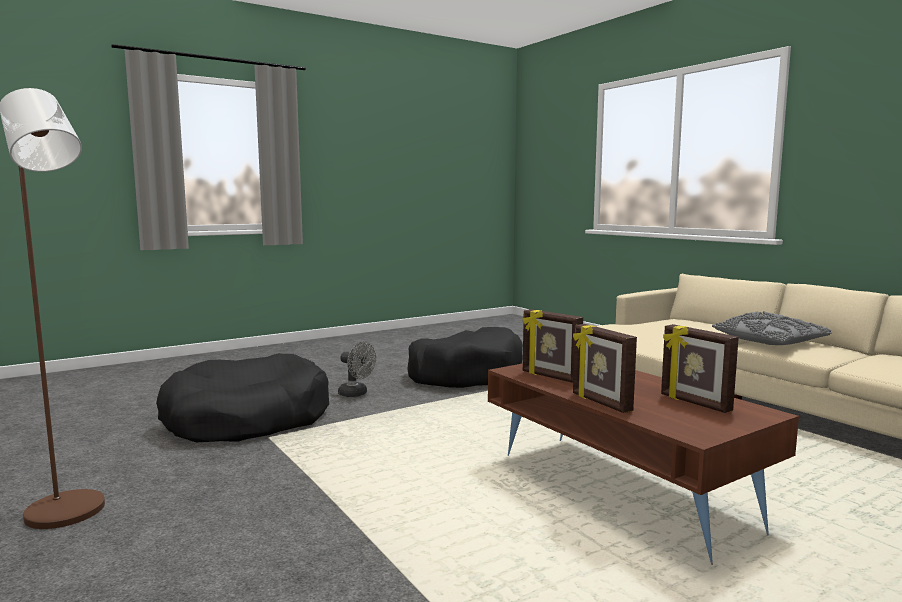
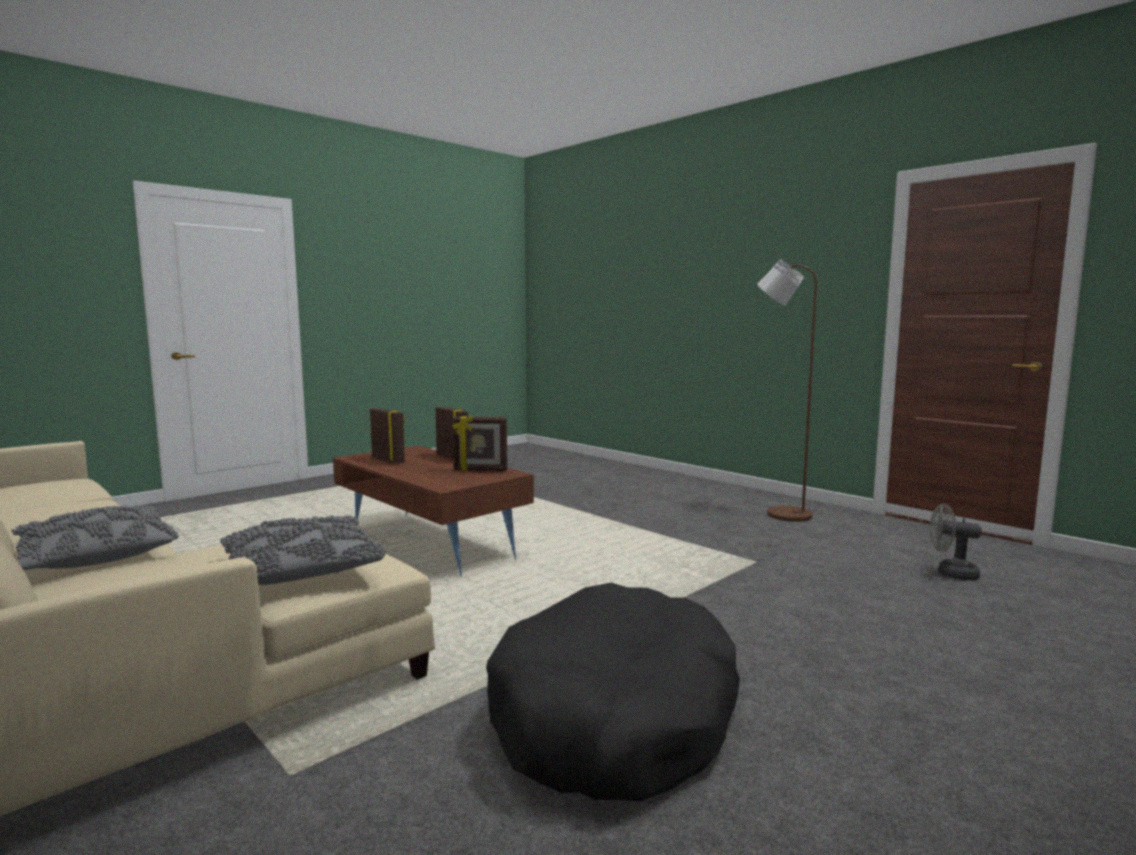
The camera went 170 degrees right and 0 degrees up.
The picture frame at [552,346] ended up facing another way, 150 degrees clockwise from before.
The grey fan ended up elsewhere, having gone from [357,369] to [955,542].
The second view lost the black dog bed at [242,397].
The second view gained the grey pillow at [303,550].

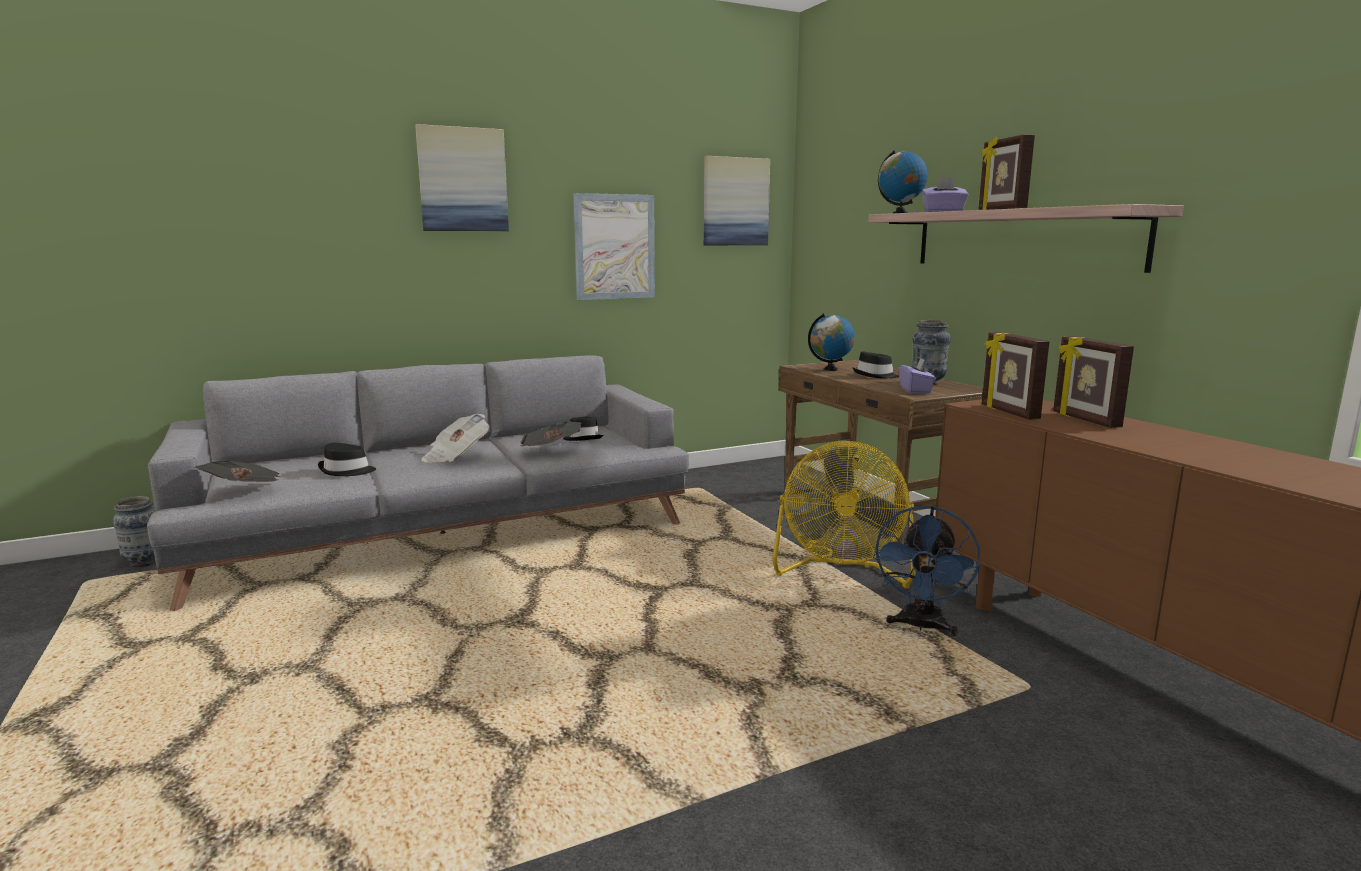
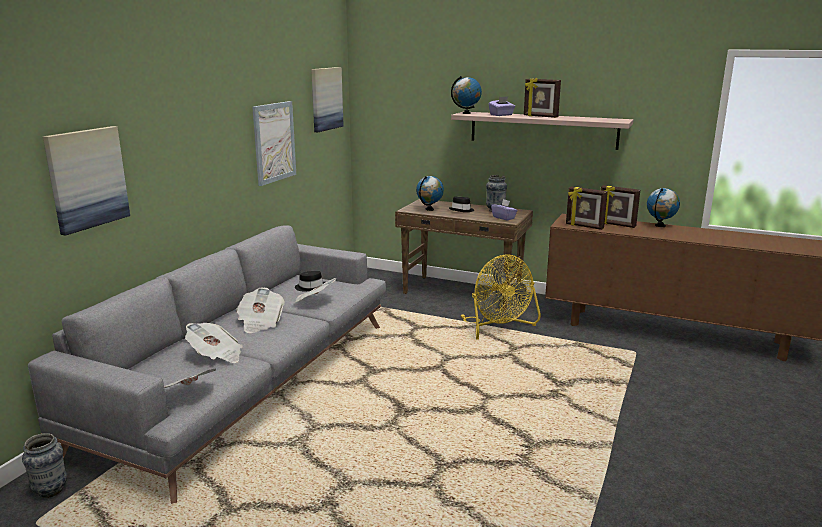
The camera went 40 degrees left and 5 degrees up.
The picture ended up elsewhere, having gone from [462,177] to [86,181].
Where the black hat stood at [347,459], the newspaper came to stand at [214,343].
The second view lost the blue fan at [926,570].
The second view gained the globe at [663,207].

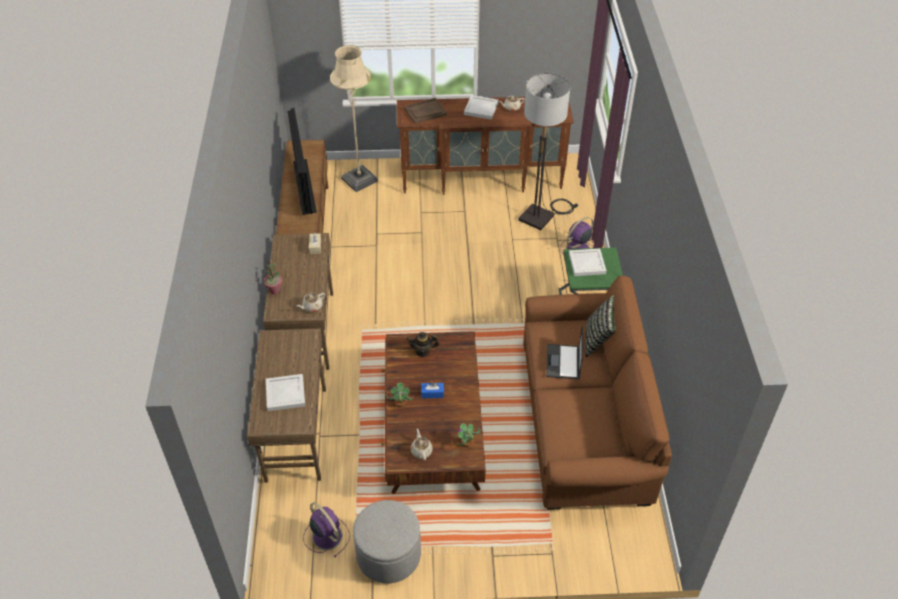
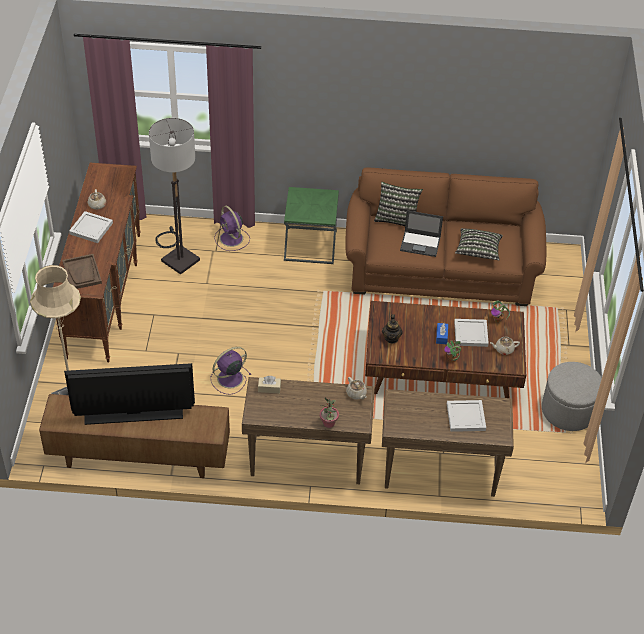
The camera went 85 degrees left and 0 degrees up.
The white tray ended up elsewhere, having gone from [587,262] to [471,333].
The purple fan ended up elsewhere, having gone from [326,529] to [231,371].
The second view gained the pillow at [479,244].

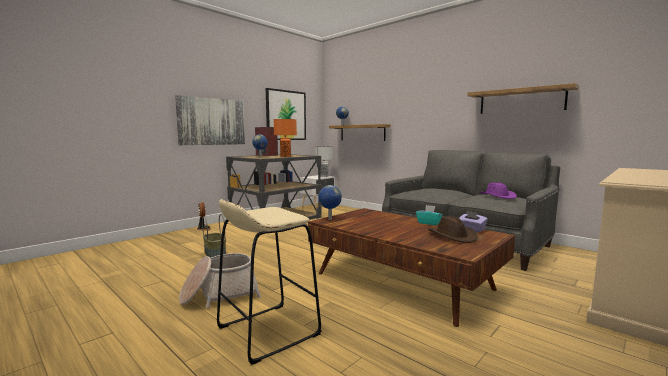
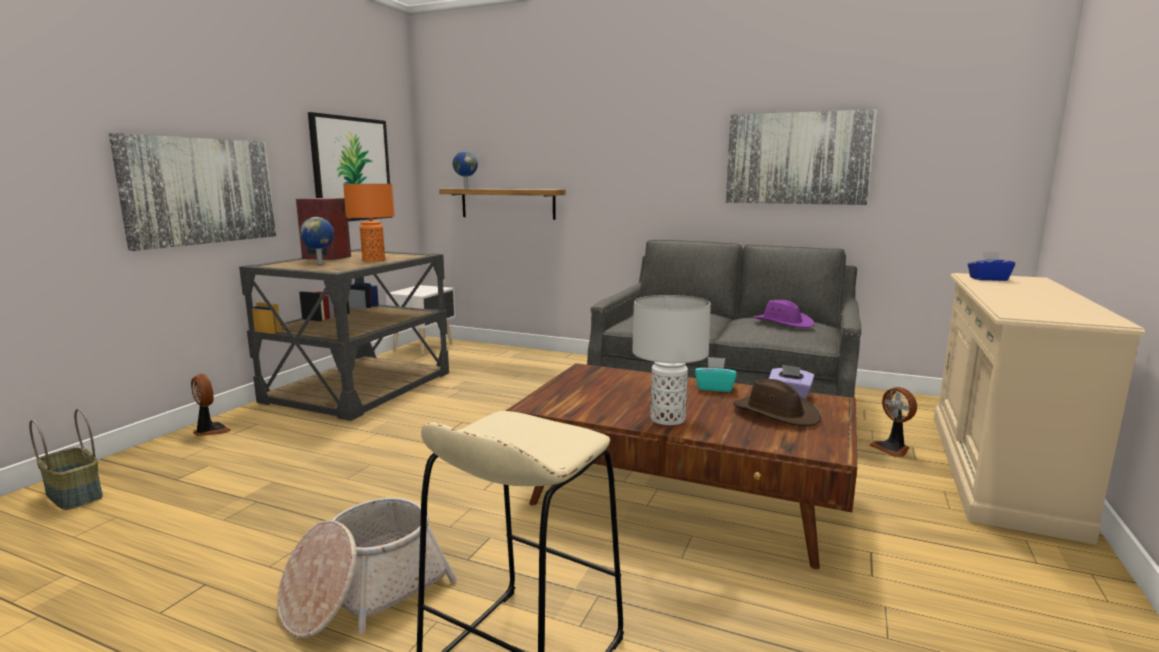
The camera went 20 degrees left and 5 degrees up.
Where the shelf hung at [523,98], the picture came to hang at [801,157].
The white table lamp ended up elsewhere, having gone from [324,161] to [671,360].
The second view lost the globe at [330,202].
The basket ended up elsewhere, having gone from [214,236] to [66,459].
The second view gained the blue tissue box at [991,266].
The second view gained the fan at [893,422].

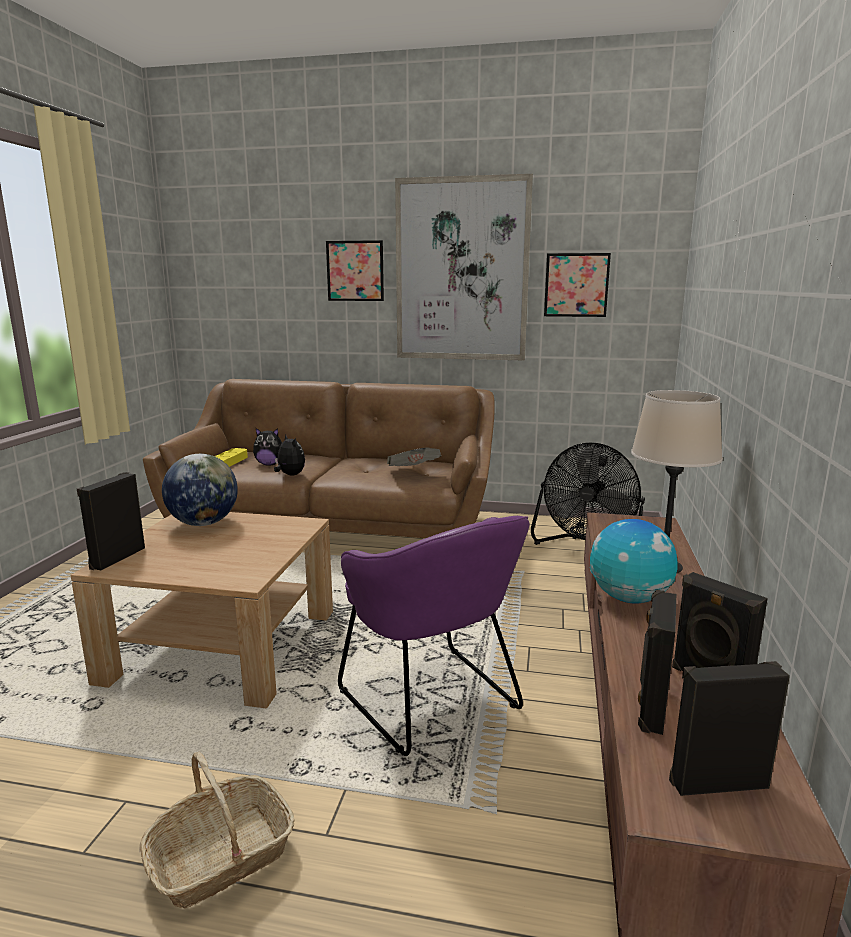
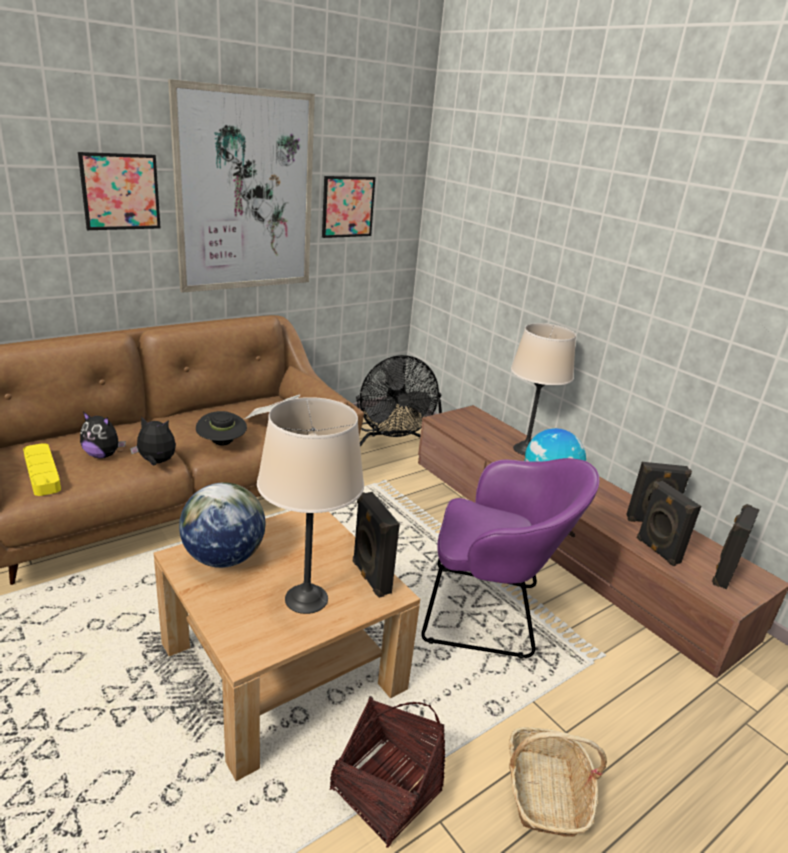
The camera went 50 degrees left and 10 degrees up.
The plush toy at [267,447] ended up facing another way, 60 degrees clockwise from before.
The black speaker ended up elsewhere, having gone from [111,521] to [376,545].
The second view gained the beige table lamp at [310,505].
The second view gained the black hat at [221,428].
The second view gained the basket at [387,772].

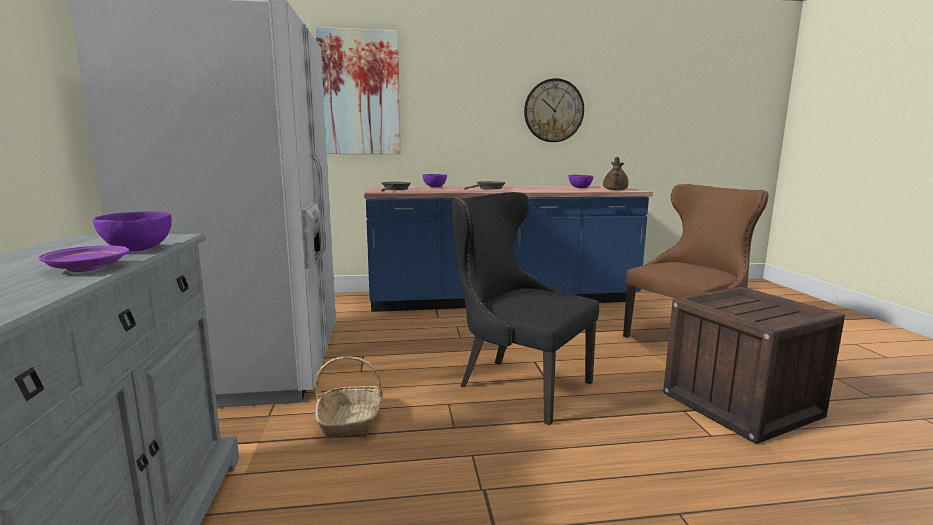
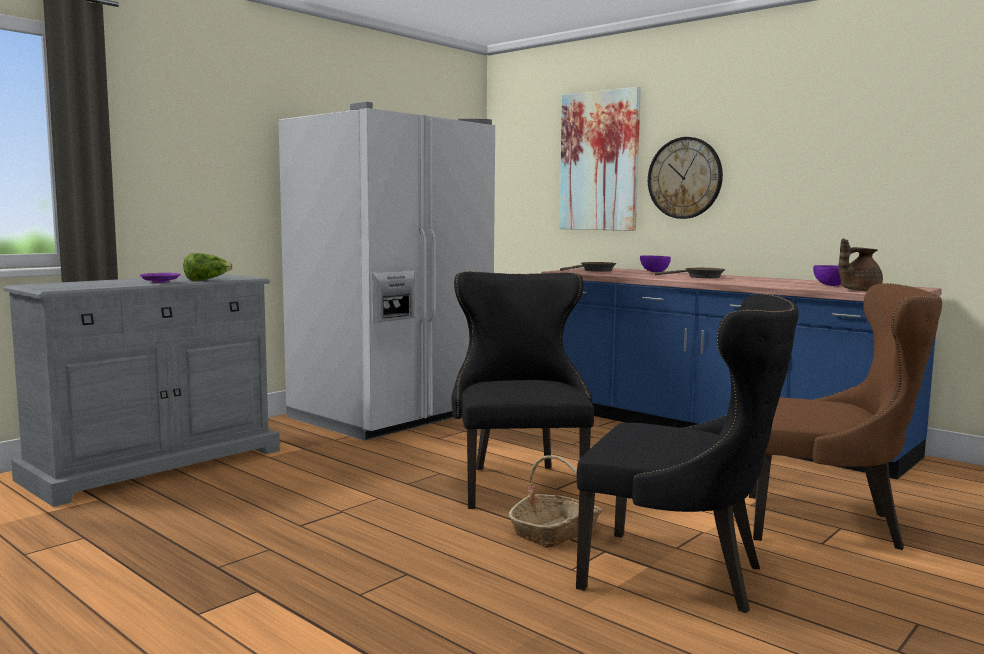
The camera went 50 degrees right and 5 degrees down.
The wall clock ended up elsewhere, having gone from [554,110] to [685,178].
Where the purple bowl stood at [132,231], the lettuce came to stand at [208,267].
Where the crate stood at [754,365], the black chair came to stand at [687,453].
The basket ended up elsewhere, having gone from [349,397] to [556,501].

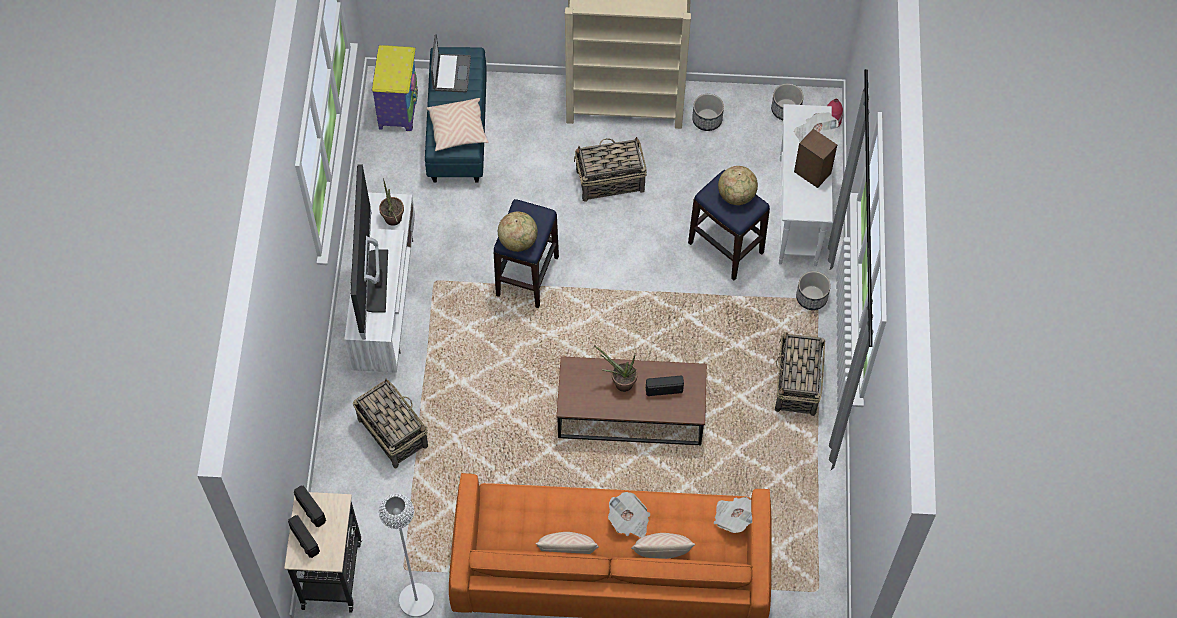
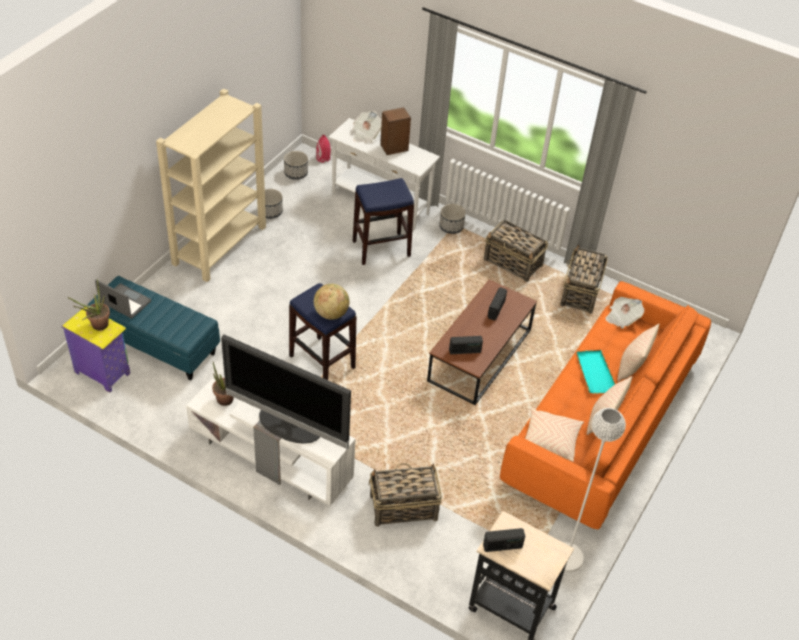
The camera went 65 degrees left and 15 degrees down.
The beige pillow ended up elsewhere, having gone from [457,124] to [554,435].
The basket ended up elsewhere, having gone from [610,169] to [584,279].
The second view lost the globe at [738,185].
The potted plant ended up elsewhere, having gone from [616,369] to [89,305].
Where the newspaper stood at [629,515], the turquoise tray came to stand at [595,372].
The radio ended up elsewhere, having gone from [304,536] to [466,345].

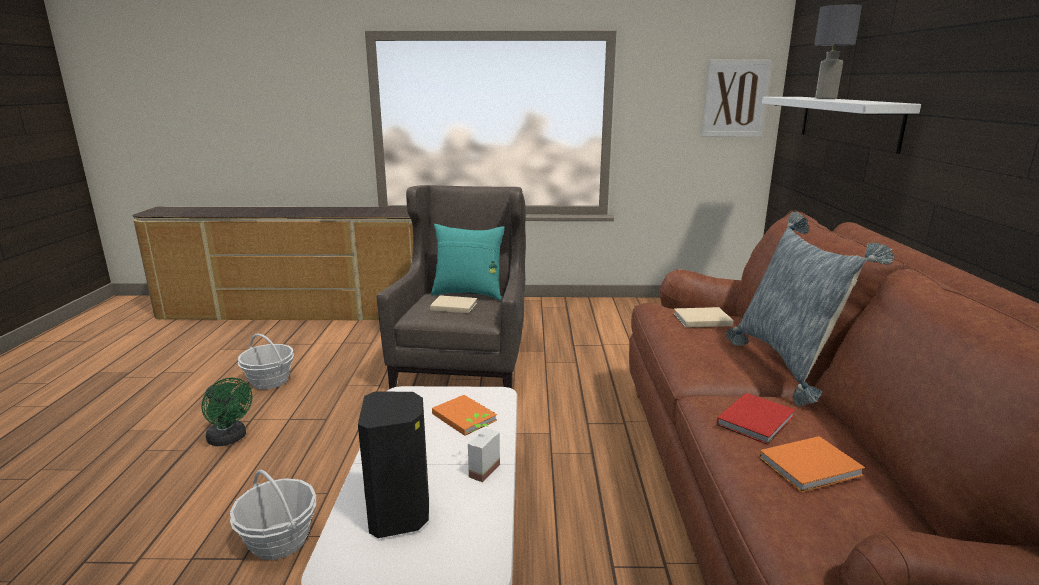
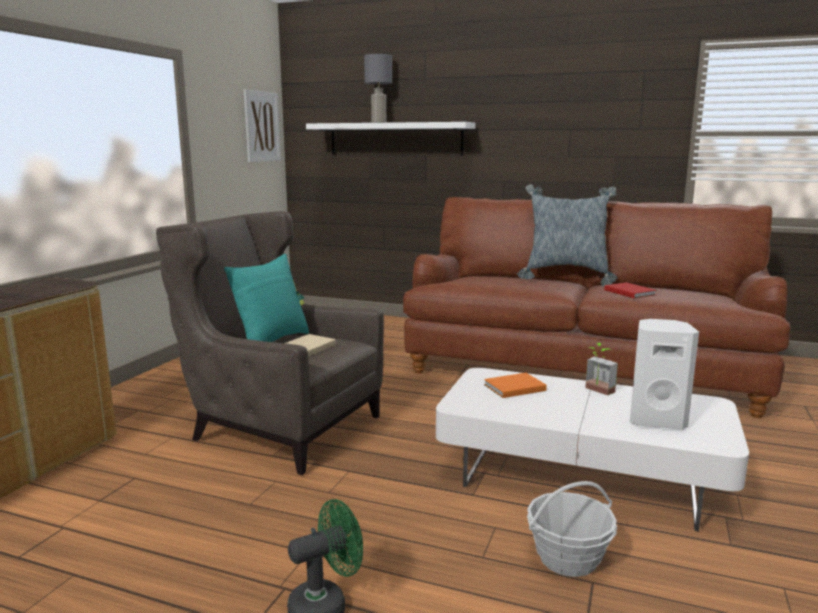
The camera went 70 degrees left and 5 degrees down.
The second view lost the beige book at [703,317].
The second view lost the basket at [265,361].
What was the black speaker at [393,464] turned into the white speaker at [664,374].
The second view lost the orange book at [812,464].

